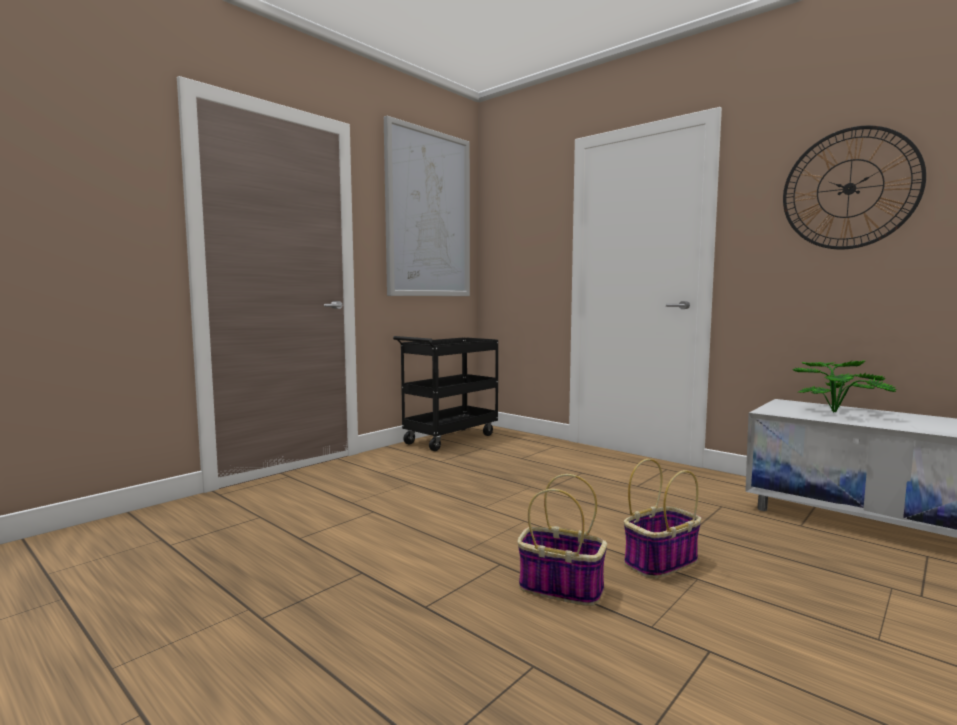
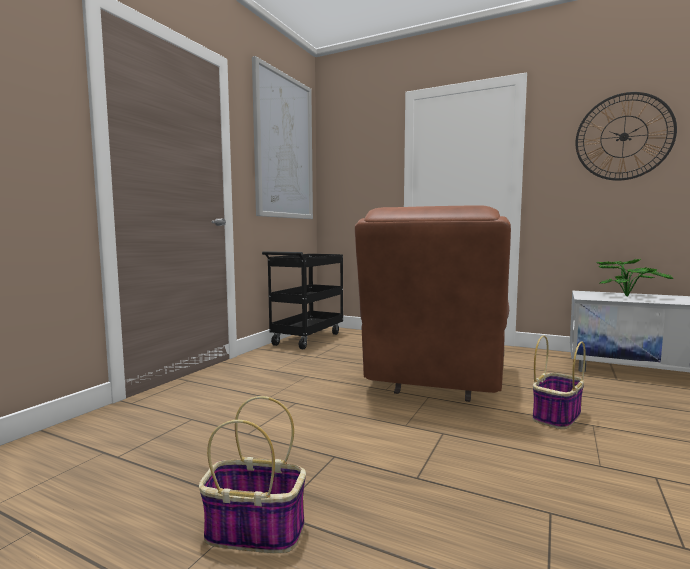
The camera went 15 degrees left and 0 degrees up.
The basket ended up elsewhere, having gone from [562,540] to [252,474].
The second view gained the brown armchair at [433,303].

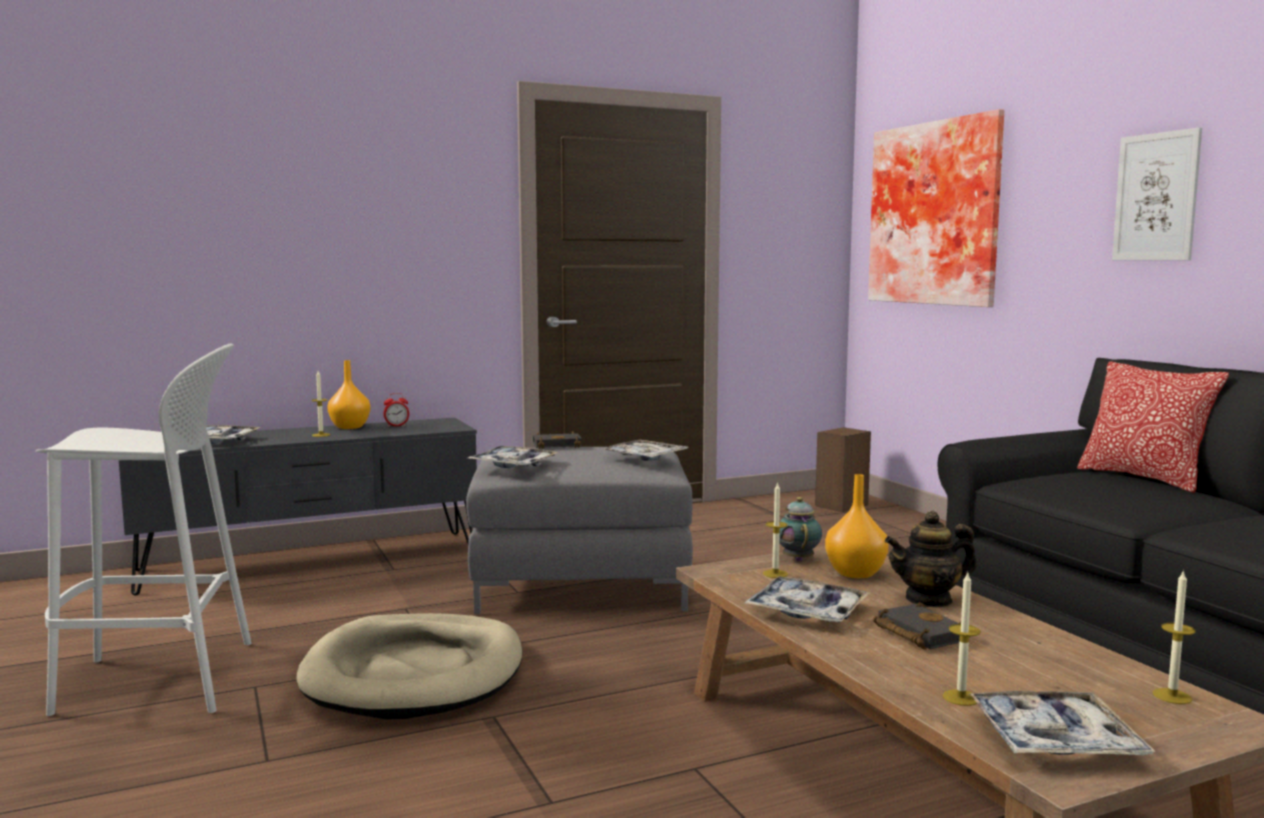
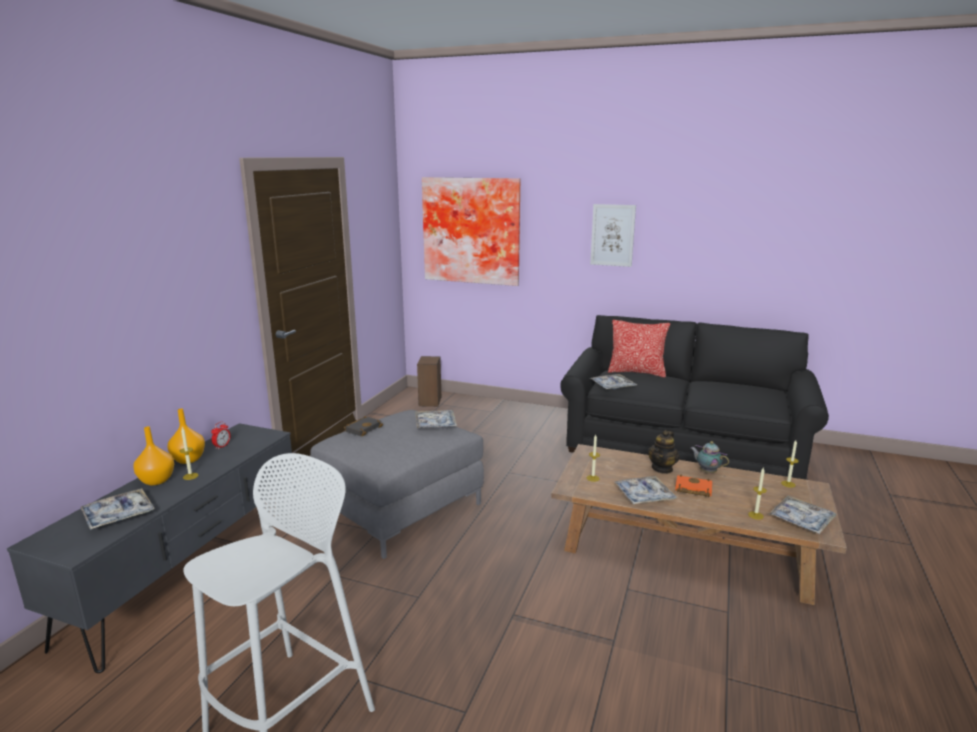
The camera went 45 degrees left and 10 degrees up.
The tray ended up elsewhere, having gone from [512,457] to [614,381].
The orange vase ended up elsewhere, having gone from [857,526] to [153,455].
The teapot ended up elsewhere, having gone from [800,529] to [710,457].
What was the black book at [921,626] turned into the orange book at [693,486].
The second view lost the beige dog bed at [409,666].

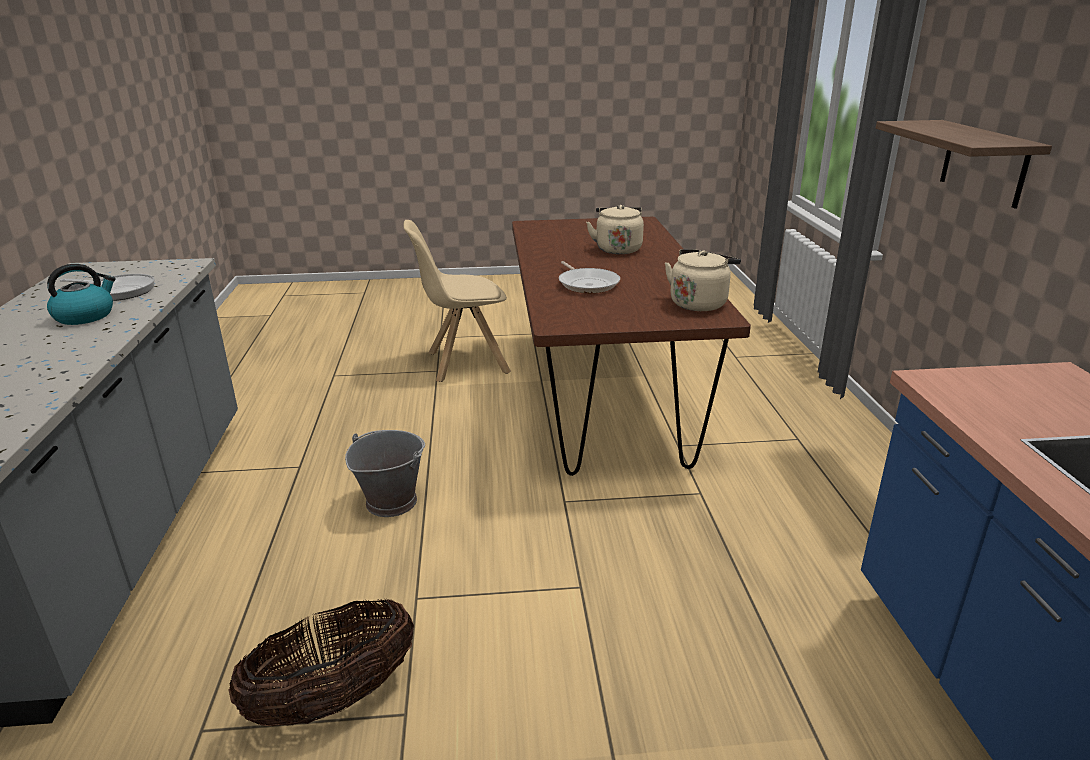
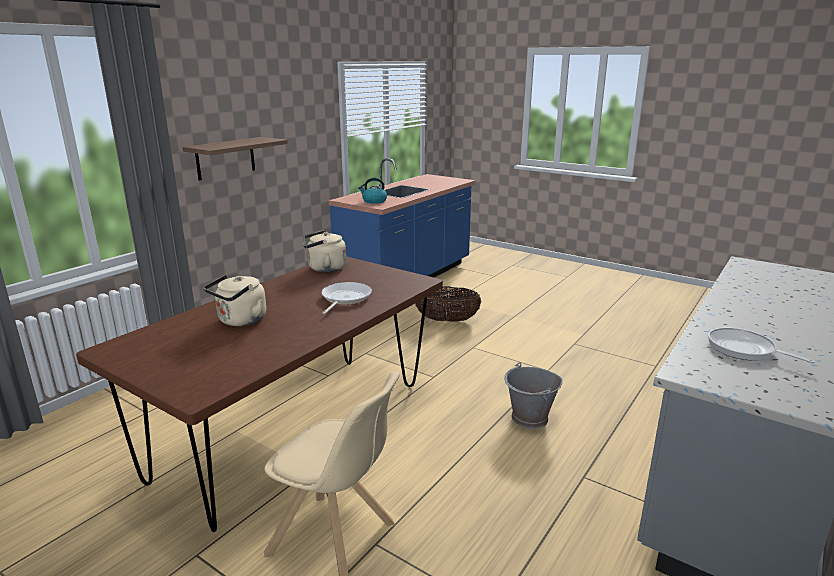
The camera went 140 degrees left and 5 degrees down.
The kettle ended up elsewhere, having gone from [81,294] to [372,191].
The basket ended up elsewhere, having gone from [321,662] to [448,304].

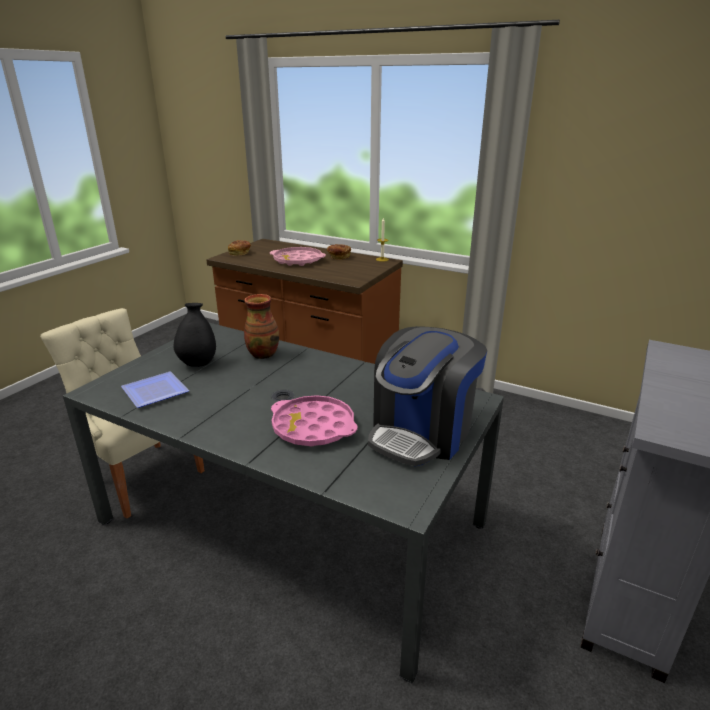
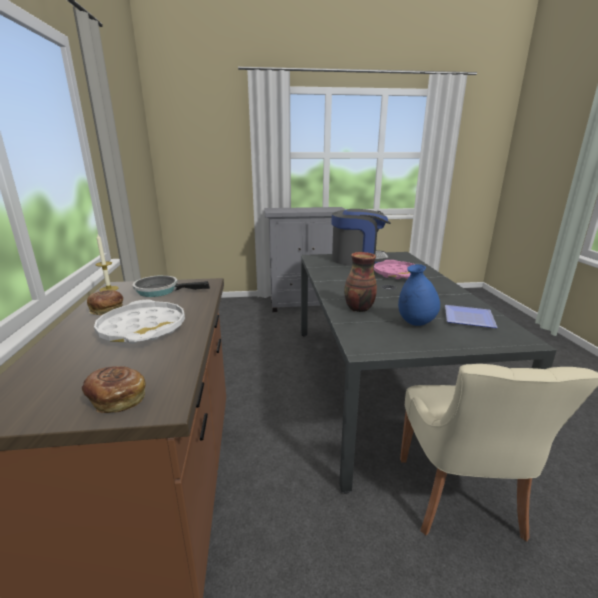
The camera went 125 degrees left and 5 degrees down.
What was the pink tray at [298,256] turned into the white tray at [139,322].
What was the black vase at [195,335] turned into the blue vase at [419,295].
The second view gained the frying pan at [171,286].

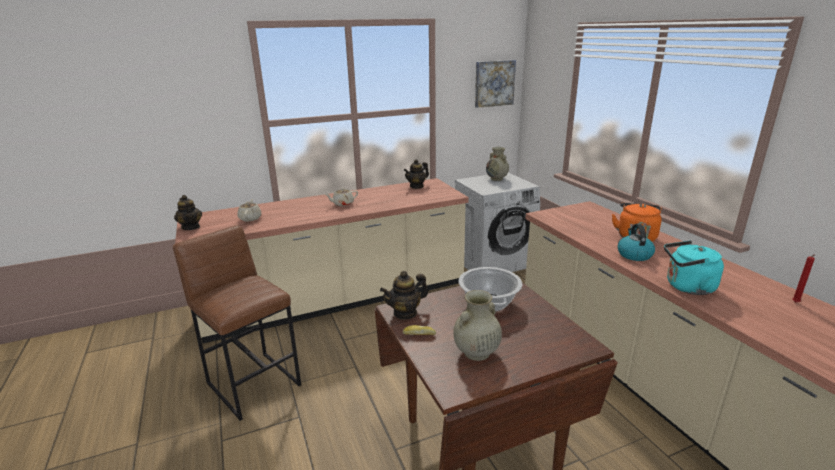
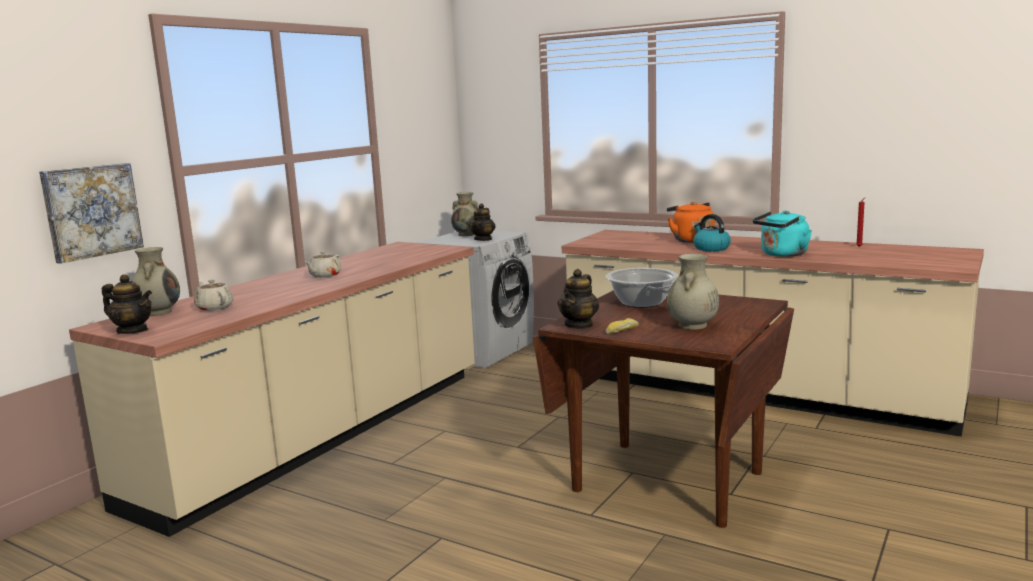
The camera went 35 degrees left and 10 degrees down.
The picture ended up elsewhere, having gone from [495,84] to [91,213].
The teapot ended up elsewhere, having gone from [416,174] to [482,222].
The second view lost the brown stool at [237,323].
The second view gained the beige vase at [155,281].

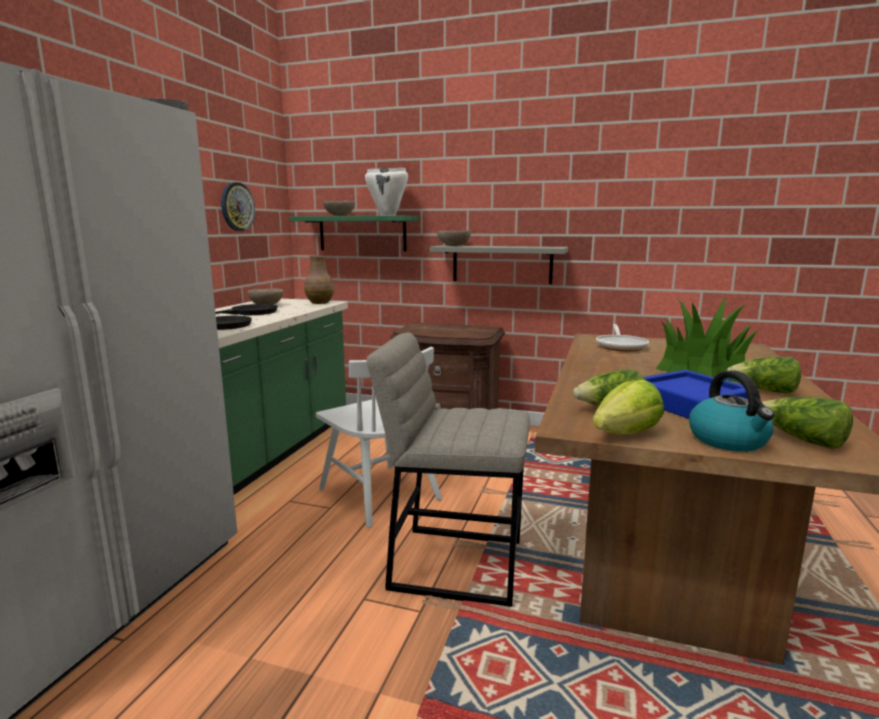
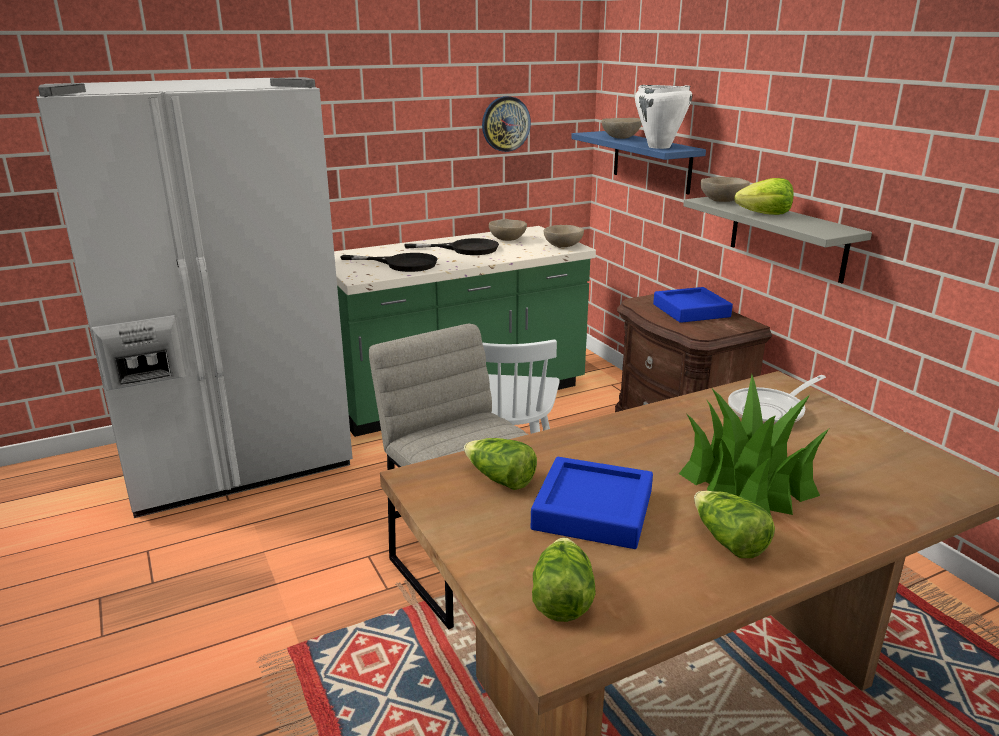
The camera went 45 degrees right and 10 degrees up.
What was the green shelf at [354,234] turned into the blue shelf at [638,163].
Where the brown vase stood at [319,280], the beige bowl came to stand at [564,236].
The second view lost the kettle at [731,411].
The lettuce ended up elsewhere, having gone from [628,407] to [764,196].
The second view gained the blue tray at [693,305].

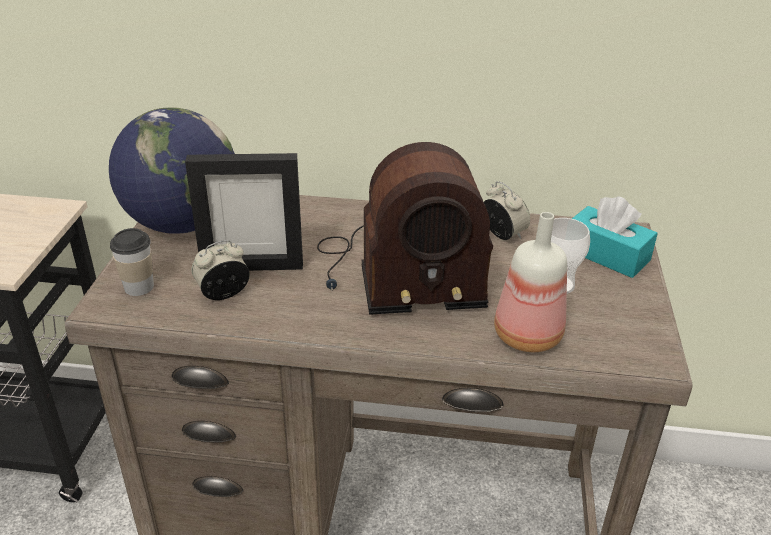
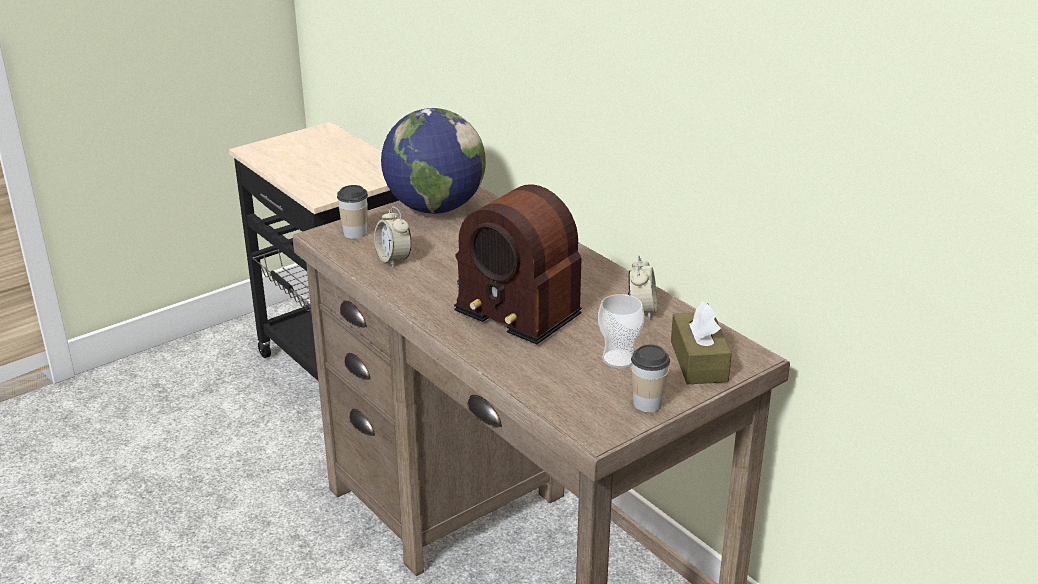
The camera went 45 degrees right and 5 degrees down.
The second view lost the picture frame at [244,212].
What was the turquoise tissue box at [615,237] turned into the brown tissue box at [701,342].
The second view lost the bottle at [530,282].
The alarm clock at [220,270] ended up facing another way, 135 degrees counterclockwise from before.
The second view gained the cup at [650,378].

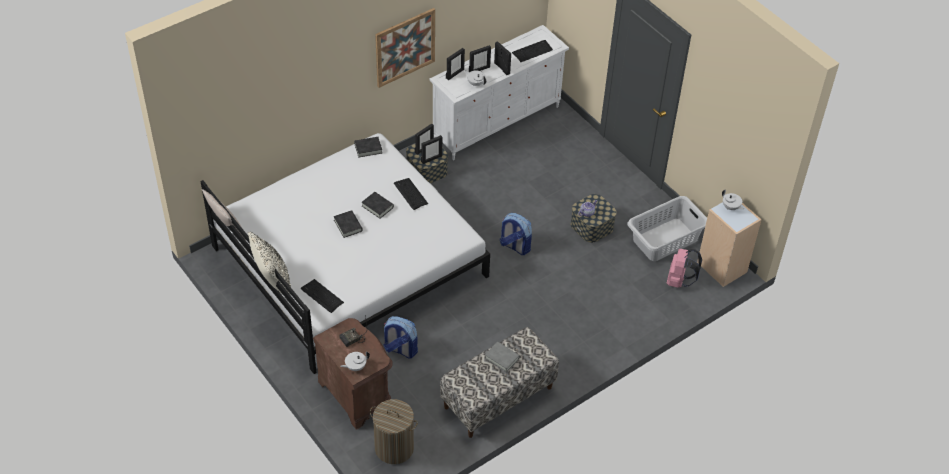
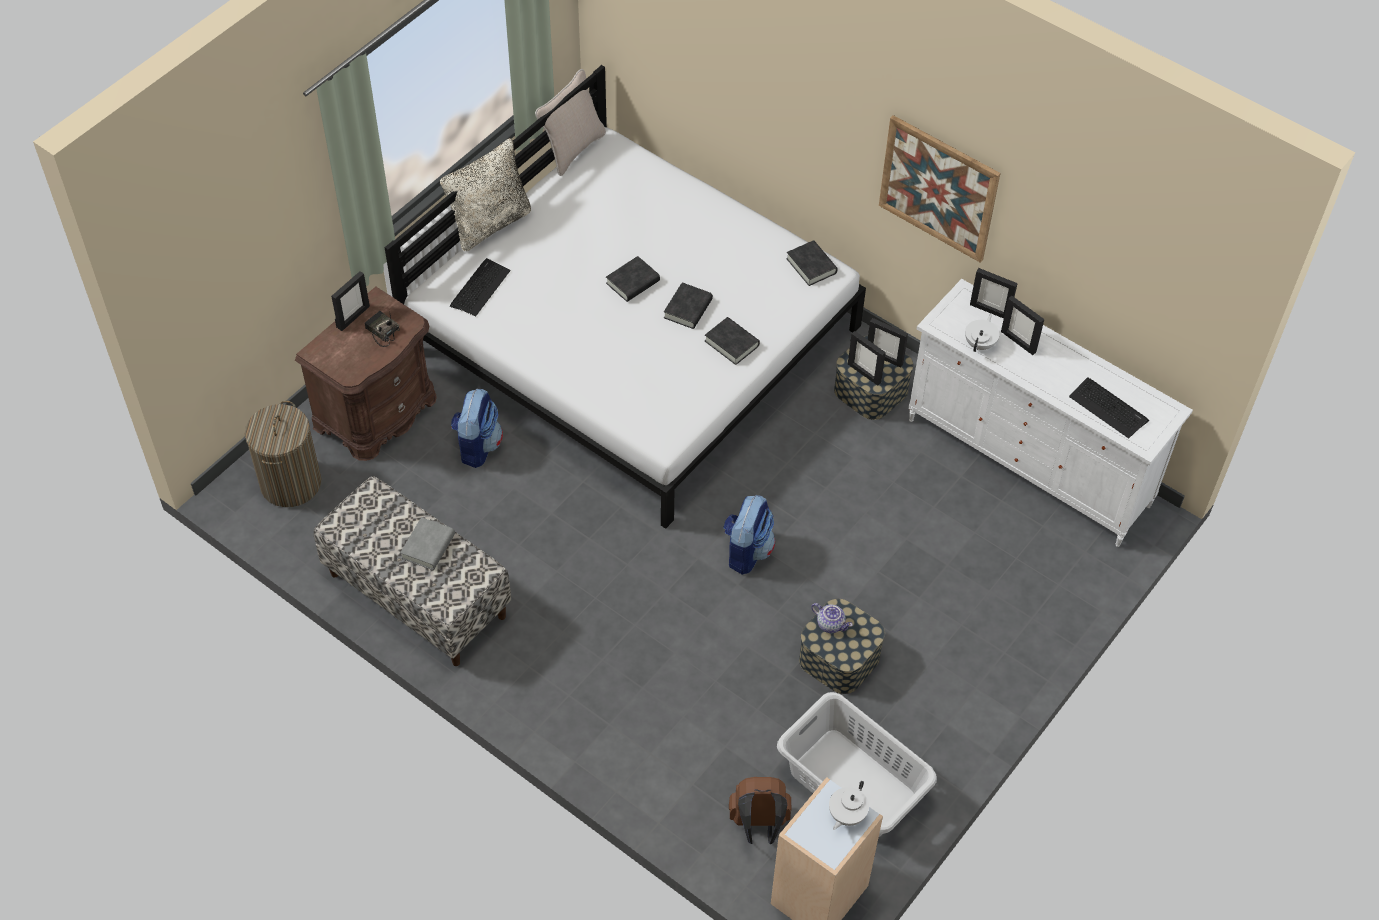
The camera went 75 degrees right and 5 degrees up.
The picture frame ended up elsewhere, having gone from [502,58] to [350,301].
Where the keyboard stood at [411,194], the black book came to stand at [732,341].
What was the pink backpack at [684,268] turned into the brown backpack at [760,810].
The second view lost the white teapot at [355,361].

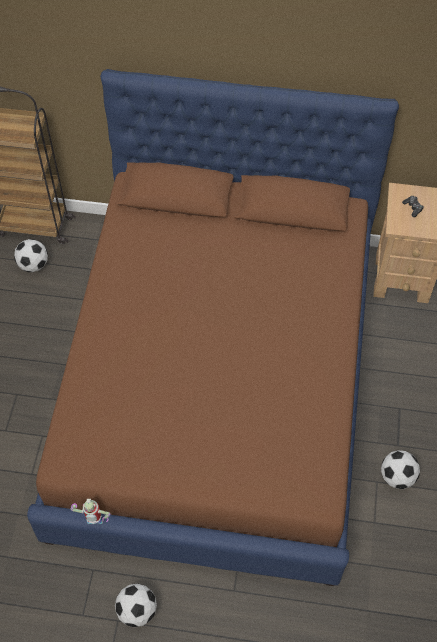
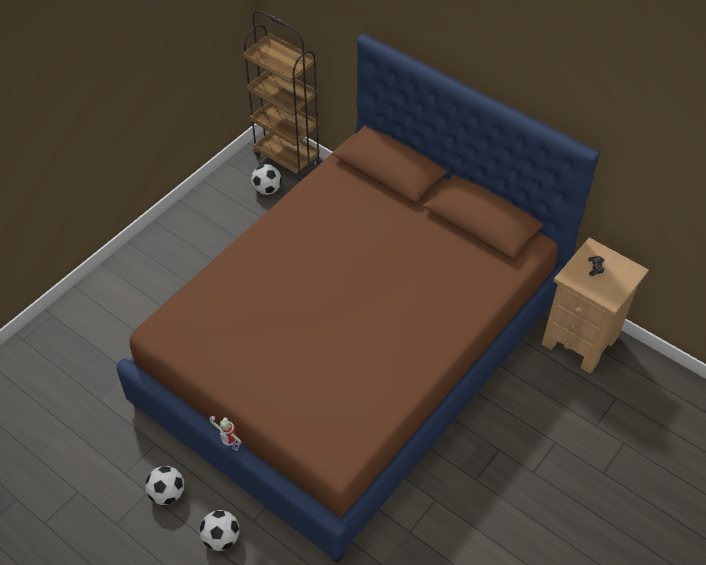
The camera went 30 degrees right and 5 degrees down.
The football ended up elsewhere, having gone from [400,469] to [219,530].
The toy robot ended up elsewhere, having gone from [90,511] to [226,433].

